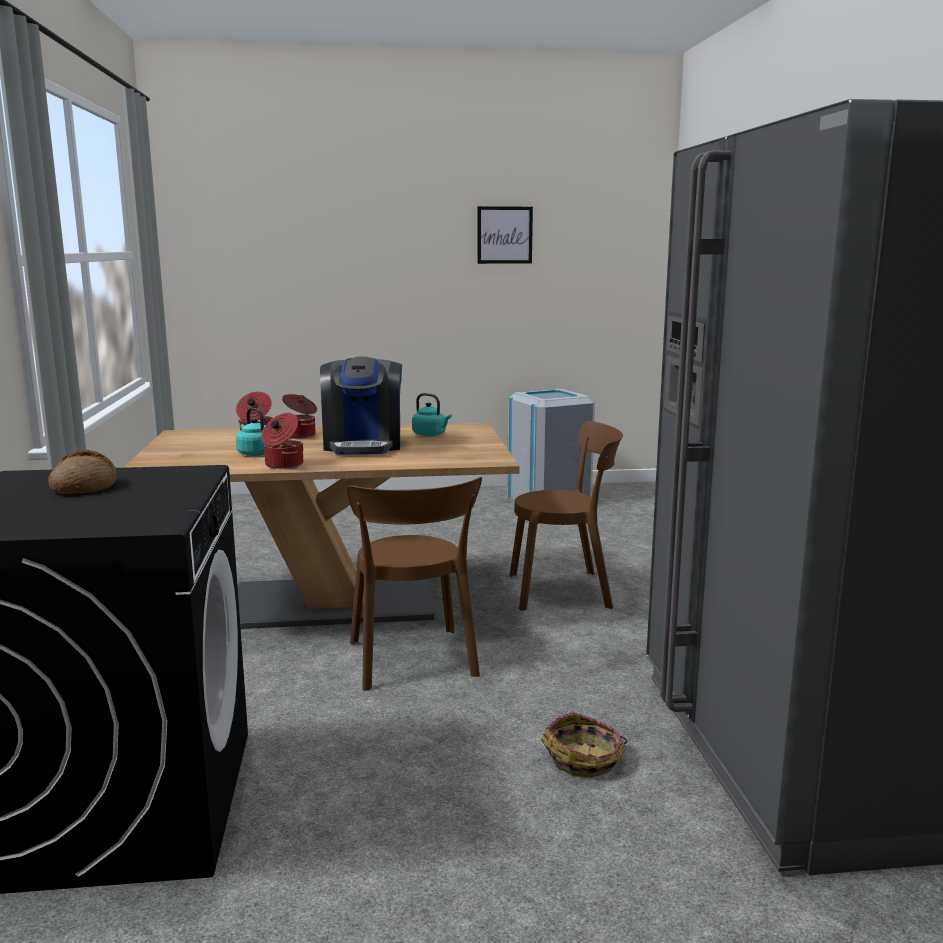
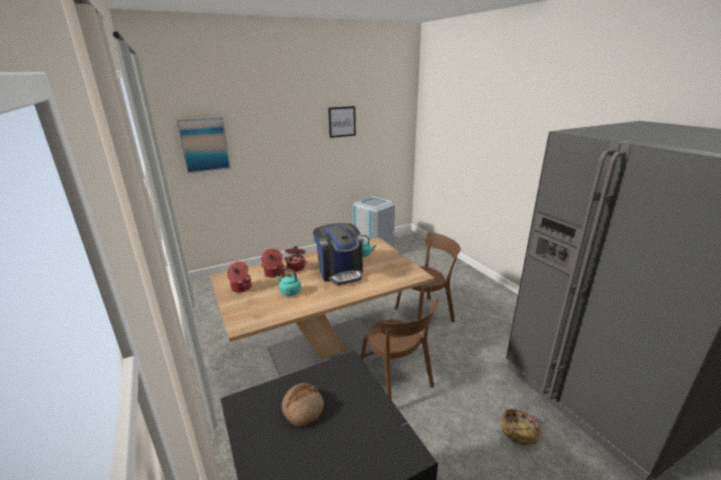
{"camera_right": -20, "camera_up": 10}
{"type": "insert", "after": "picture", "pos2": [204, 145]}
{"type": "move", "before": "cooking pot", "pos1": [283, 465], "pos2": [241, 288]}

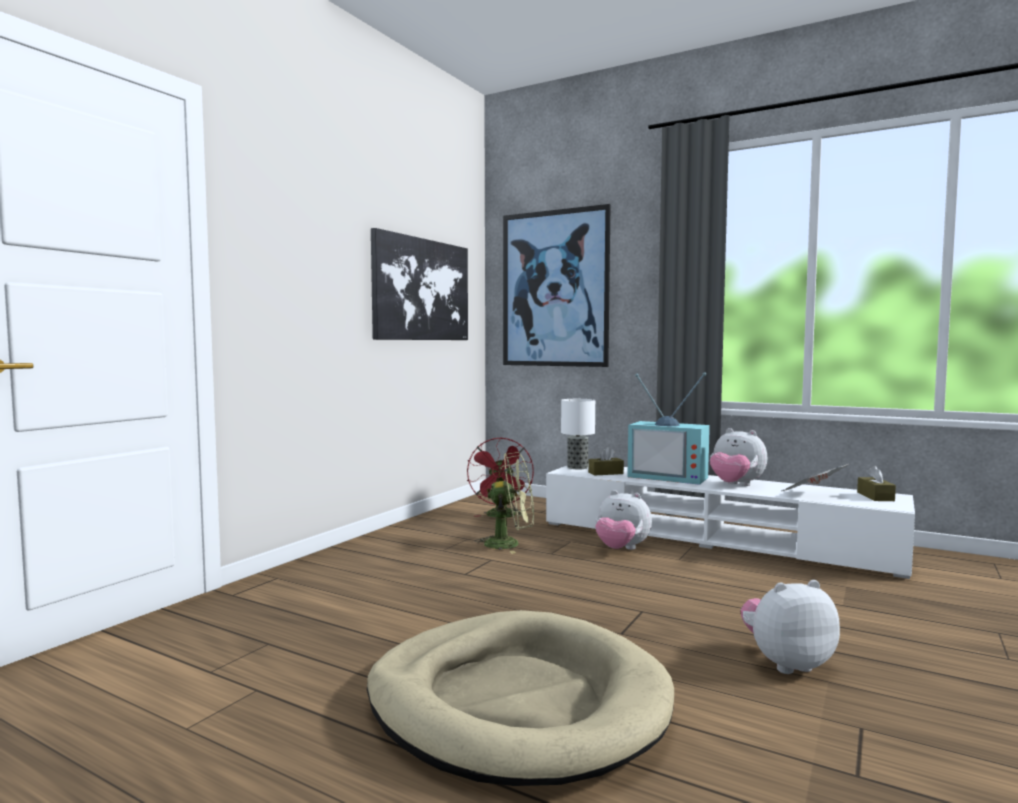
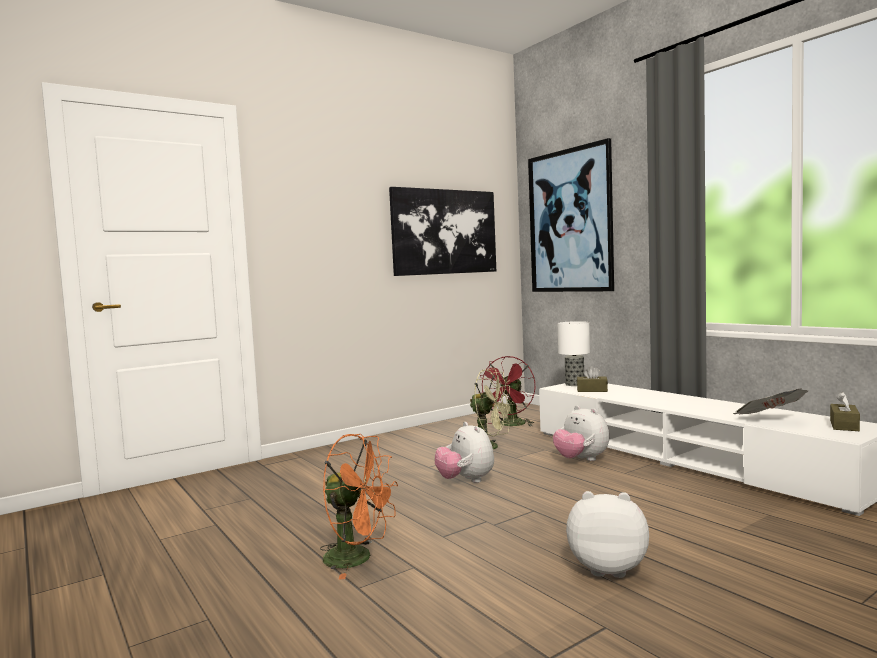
{"camera_right": 25, "camera_up": 0}
{"type": "replace", "before": "beige dog bed", "after": "orange fan", "pos1": [517, 702], "pos2": [358, 558]}
{"type": "move", "before": "plush toy", "pos1": [736, 485], "pos2": [466, 481]}
{"type": "delete", "before": "television", "pos1": [670, 476]}

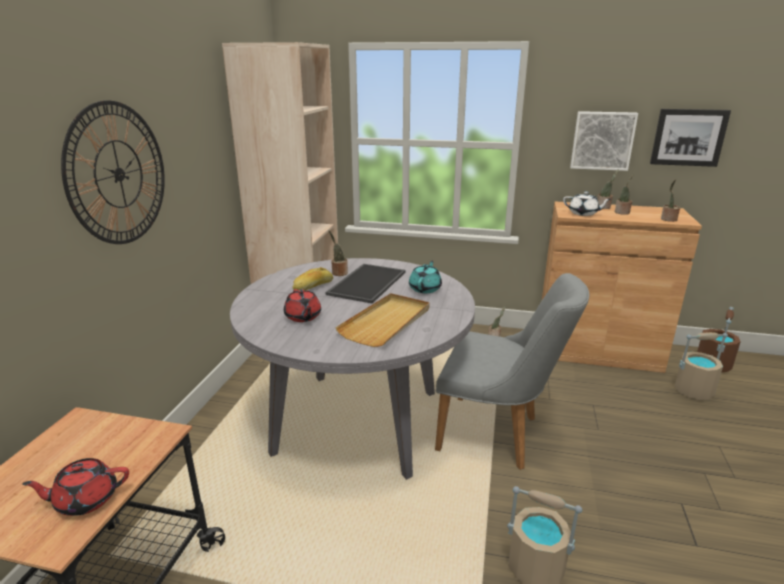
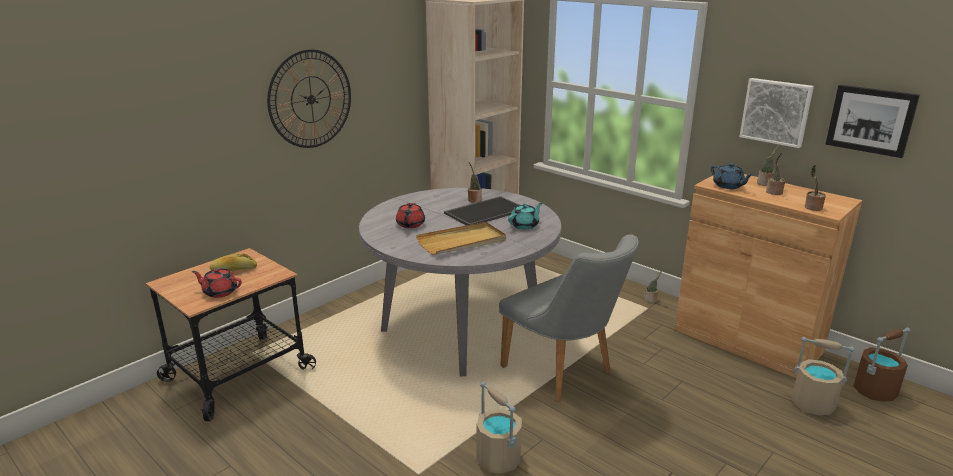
{"camera_right": 30, "camera_up": 0}
{"type": "move", "before": "bread", "pos1": [313, 286], "pos2": [234, 270]}
{"type": "recolor", "before": "white teapot", "after": "blue teapot", "pos1": [583, 213], "pos2": [728, 186]}

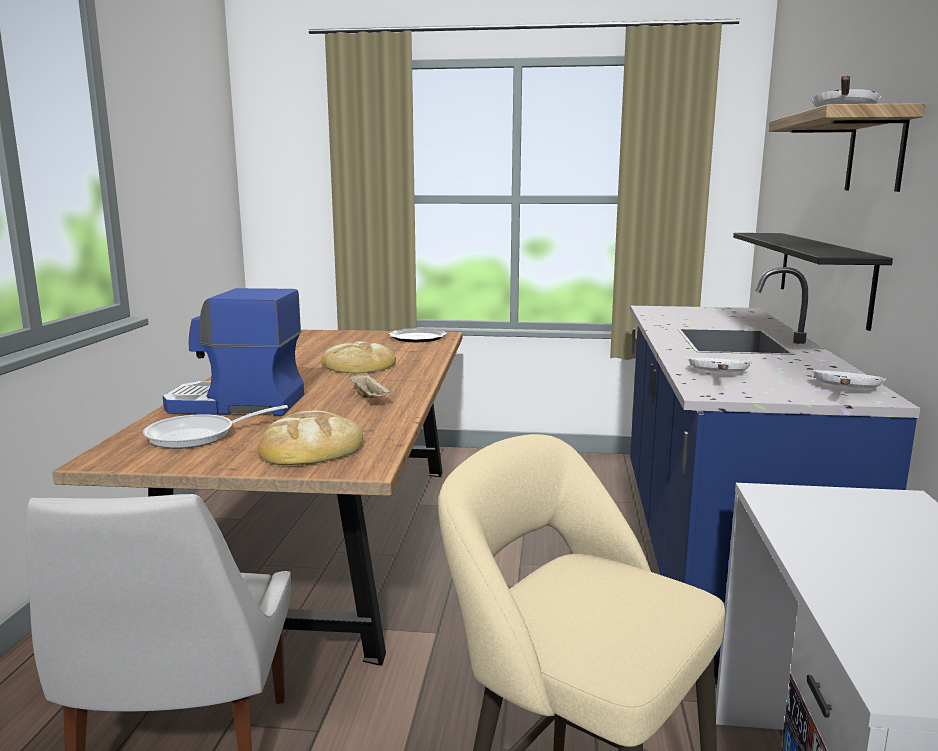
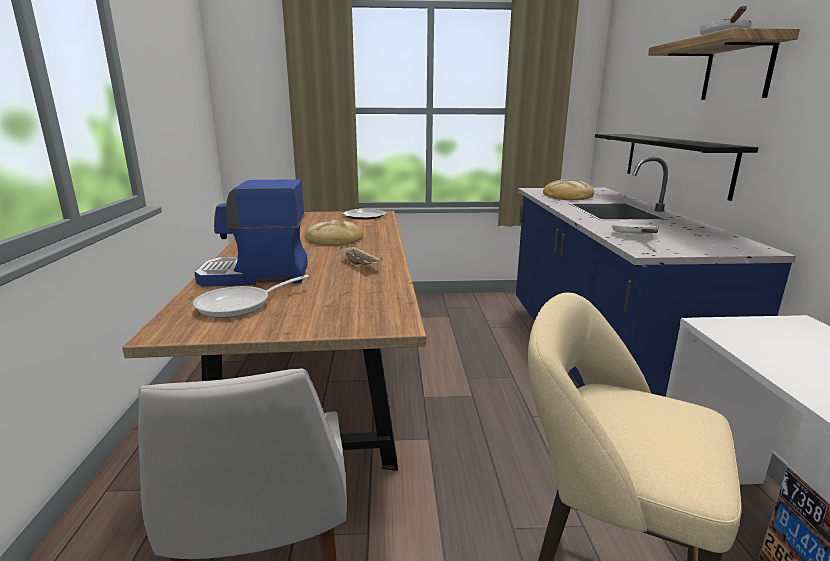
{"camera_right": -10, "camera_up": 5}
{"type": "move", "before": "bread", "pos1": [311, 447], "pos2": [567, 196]}
{"type": "delete", "before": "white frying pan", "pos1": [846, 389]}

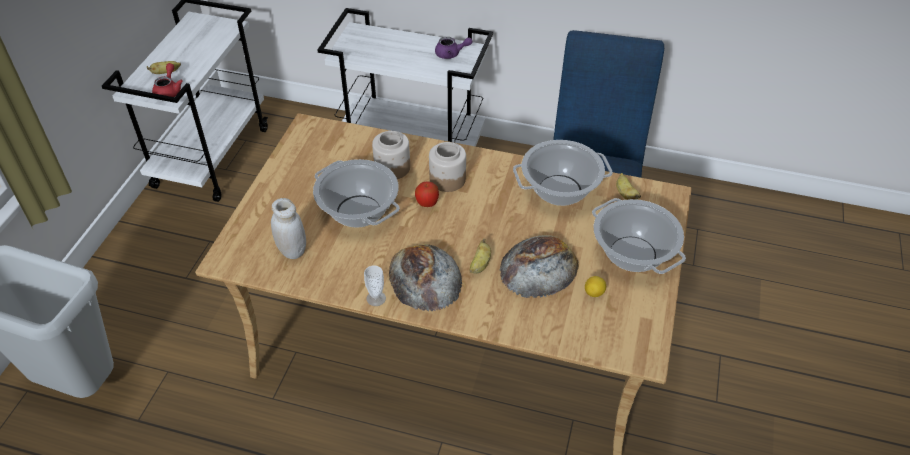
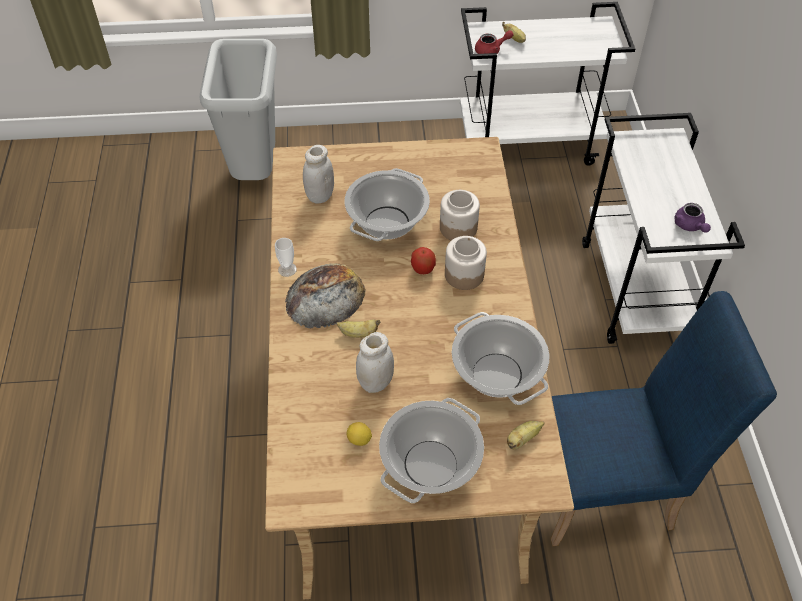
{"camera_right": 70, "camera_up": 5}
{"type": "replace", "before": "bread", "after": "white jar", "pos1": [539, 267], "pos2": [375, 383]}

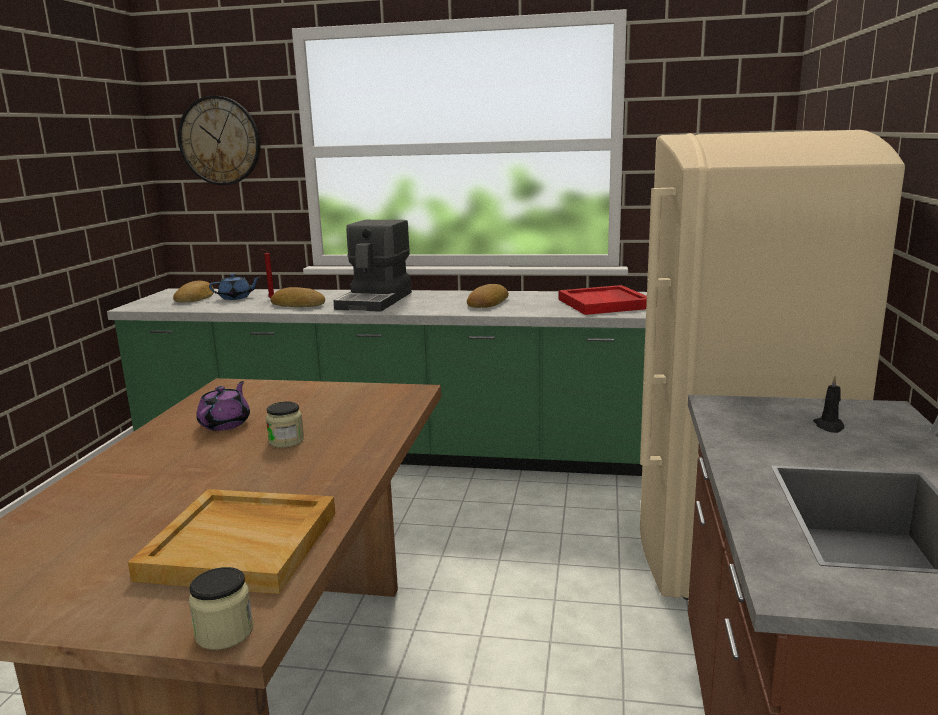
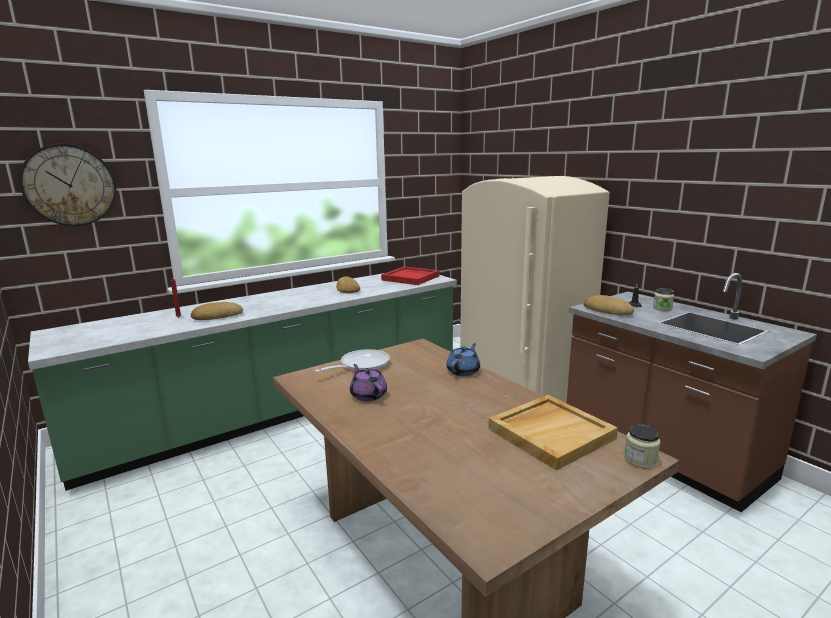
{"camera_right": -45, "camera_up": 0}
{"type": "insert", "after": "frying pan", "pos2": [361, 365]}
{"type": "move", "before": "blue teapot", "pos1": [236, 298], "pos2": [463, 371]}
{"type": "move", "before": "bread", "pos1": [195, 298], "pos2": [608, 310]}
{"type": "move", "before": "jar", "pos1": [286, 441], "pos2": [662, 308]}
{"type": "delete", "before": "coffee machine", "pos1": [376, 300]}

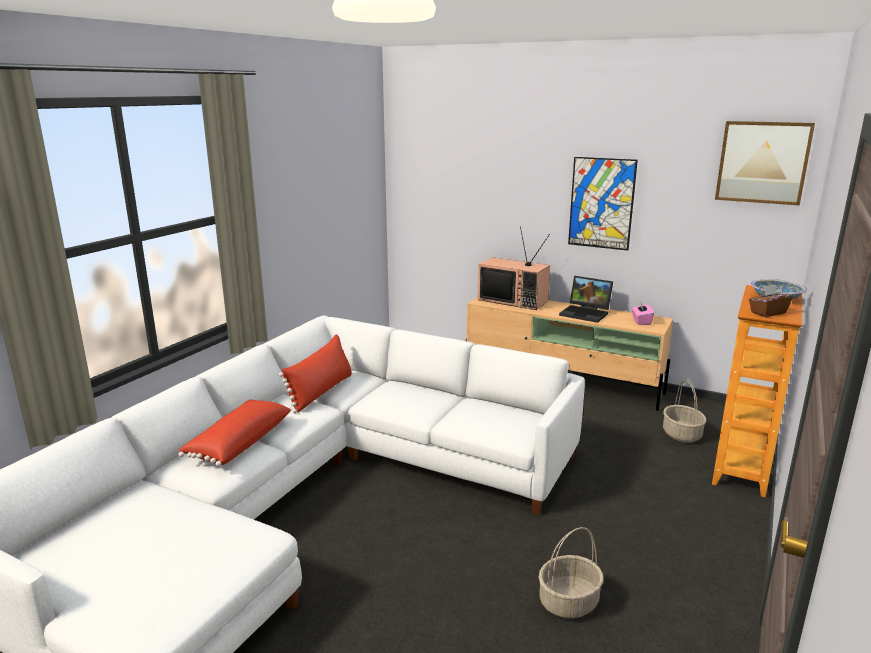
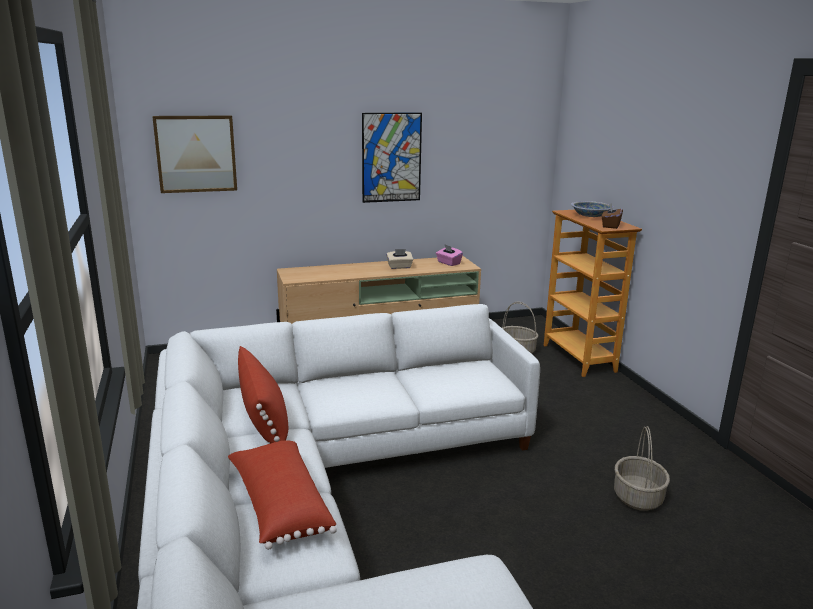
{"camera_right": -45, "camera_up": 0}
{"type": "move", "before": "picture", "pos1": [762, 162], "pos2": [196, 154]}
{"type": "replace", "before": "laptop", "after": "beige tissue box", "pos1": [586, 313], "pos2": [399, 267]}
{"type": "delete", "before": "television", "pos1": [514, 300]}

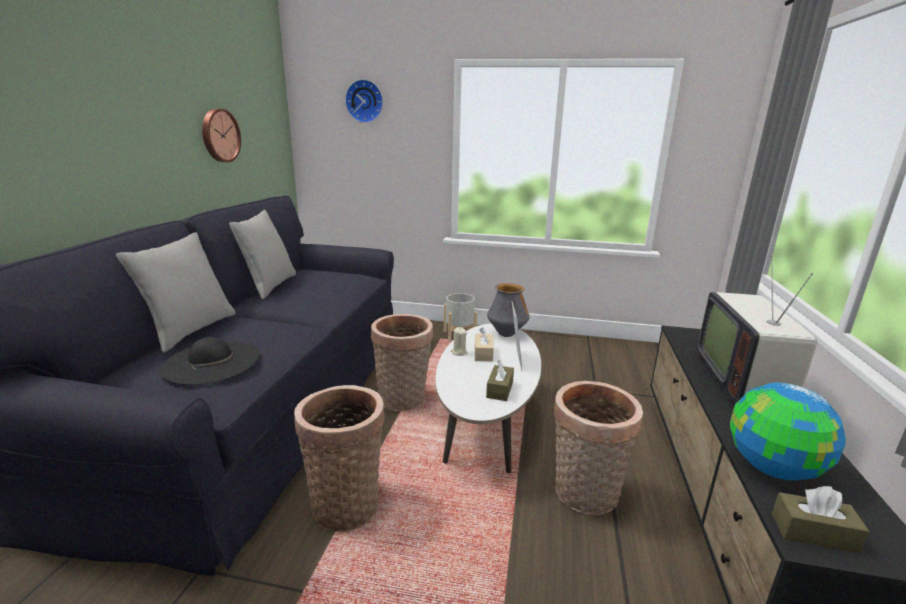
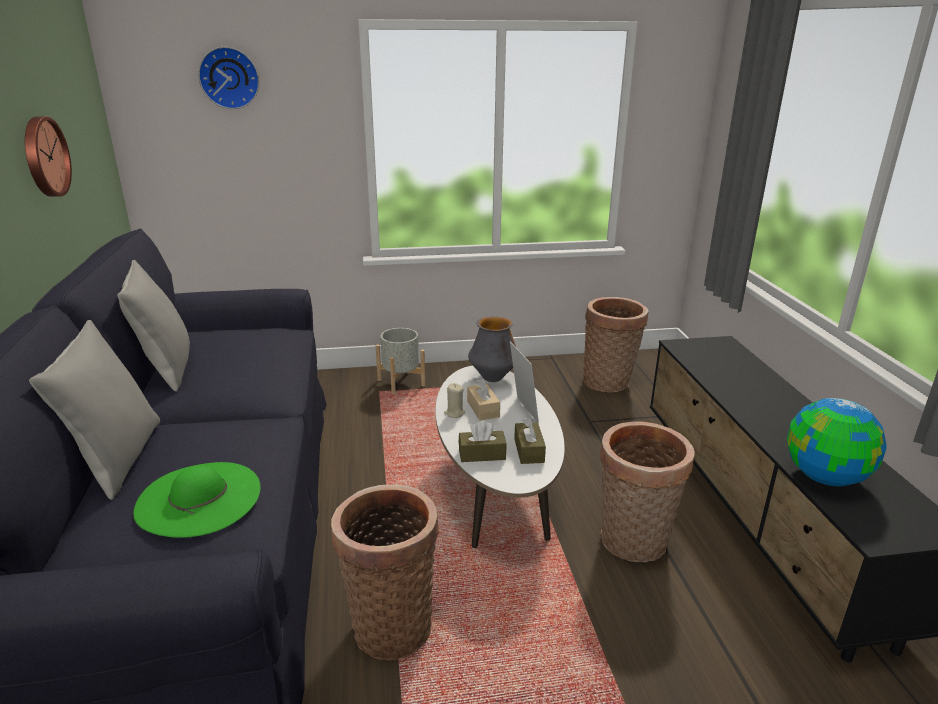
{"camera_right": -20, "camera_up": 5}
{"type": "recolor", "before": "black hat", "after": "green hat", "pos1": [211, 362], "pos2": [199, 498]}
{"type": "move", "before": "brown tissue box", "pos1": [813, 532], "pos2": [482, 454]}
{"type": "move", "before": "basket", "pos1": [403, 400], "pos2": [609, 382]}
{"type": "delete", "before": "television", "pos1": [744, 382]}

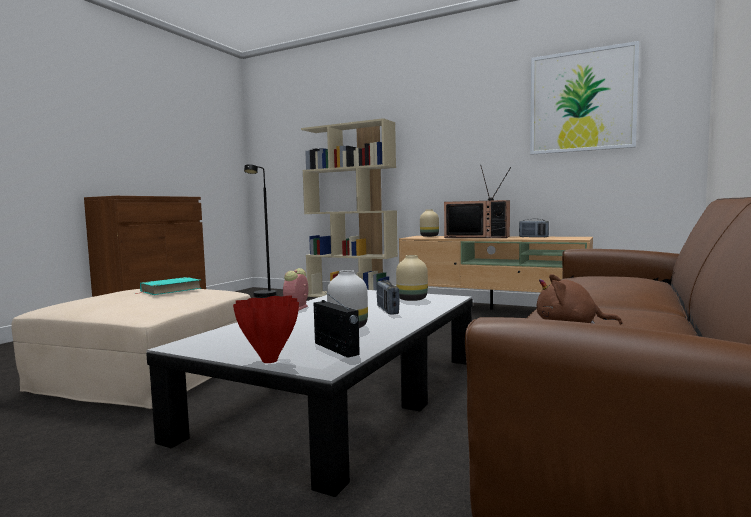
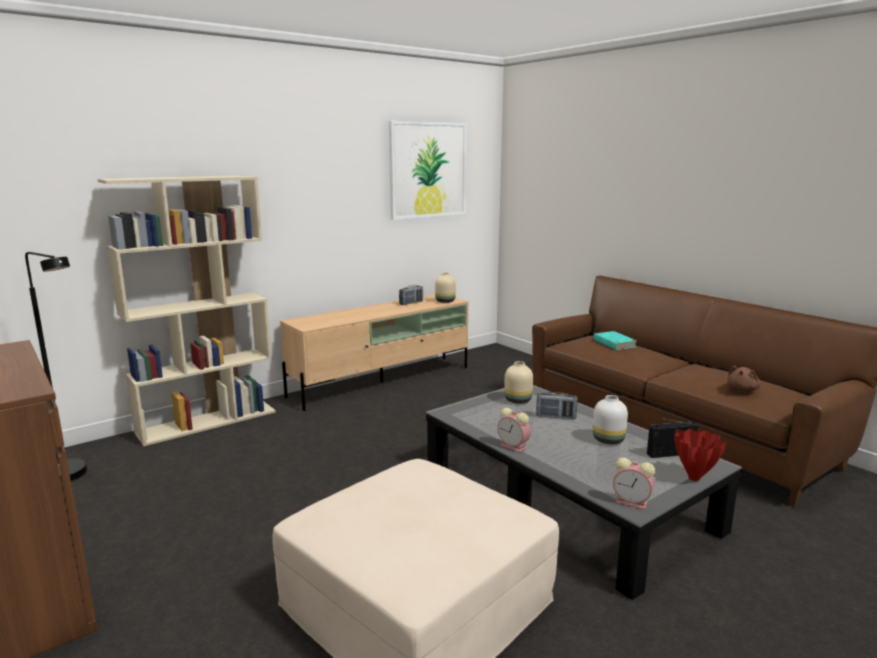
{"camera_right": -65, "camera_up": 10}
{"type": "move", "before": "beige vase", "pos1": [429, 236], "pos2": [444, 301]}
{"type": "move", "before": "turquoise book", "pos1": [170, 290], "pos2": [614, 343]}
{"type": "insert", "after": "alarm clock", "pos2": [633, 502]}
{"type": "delete", "before": "television", "pos1": [478, 237]}

